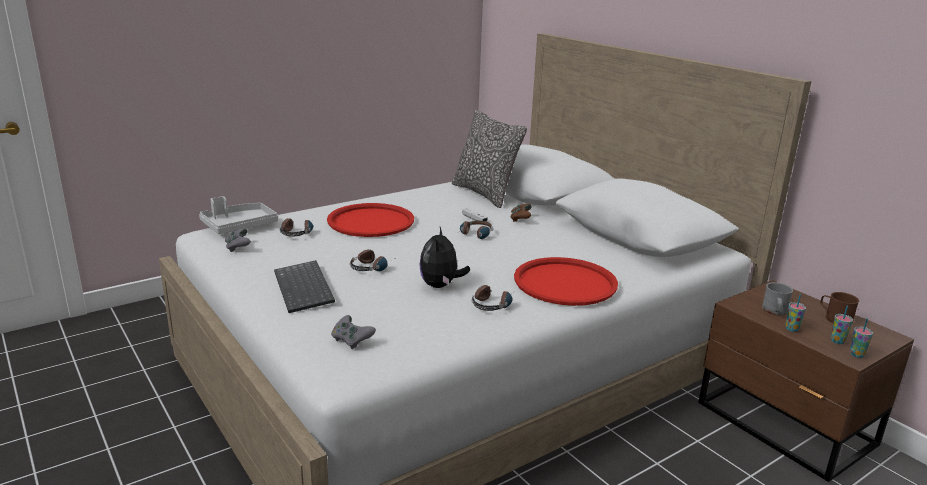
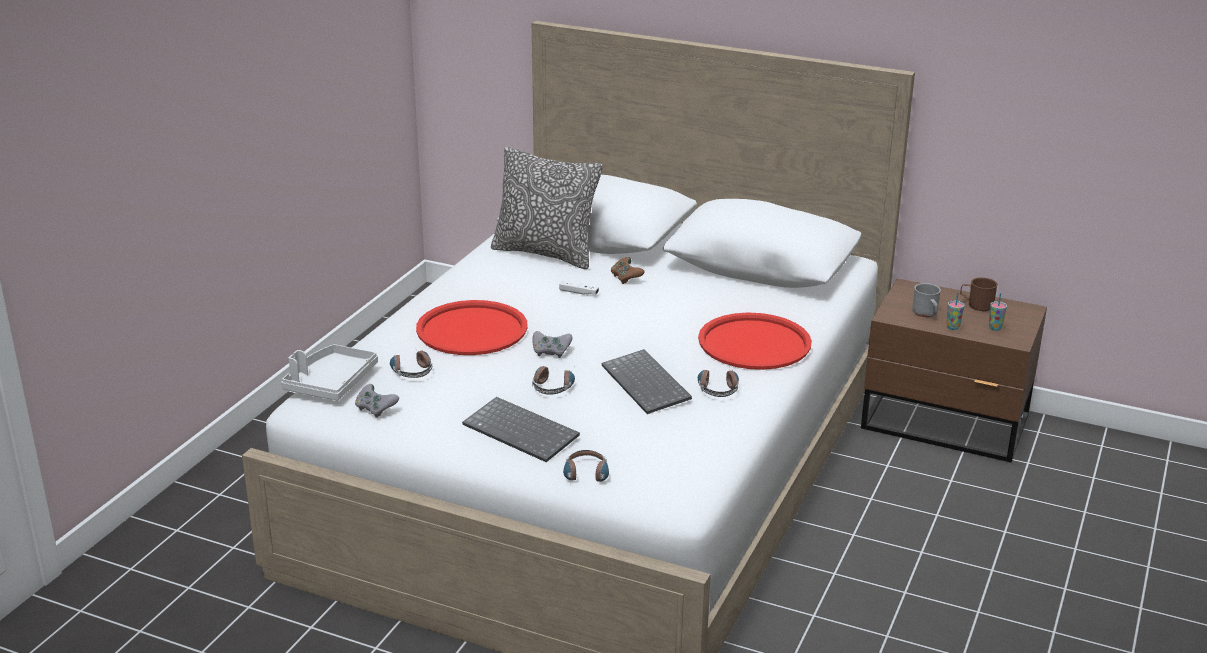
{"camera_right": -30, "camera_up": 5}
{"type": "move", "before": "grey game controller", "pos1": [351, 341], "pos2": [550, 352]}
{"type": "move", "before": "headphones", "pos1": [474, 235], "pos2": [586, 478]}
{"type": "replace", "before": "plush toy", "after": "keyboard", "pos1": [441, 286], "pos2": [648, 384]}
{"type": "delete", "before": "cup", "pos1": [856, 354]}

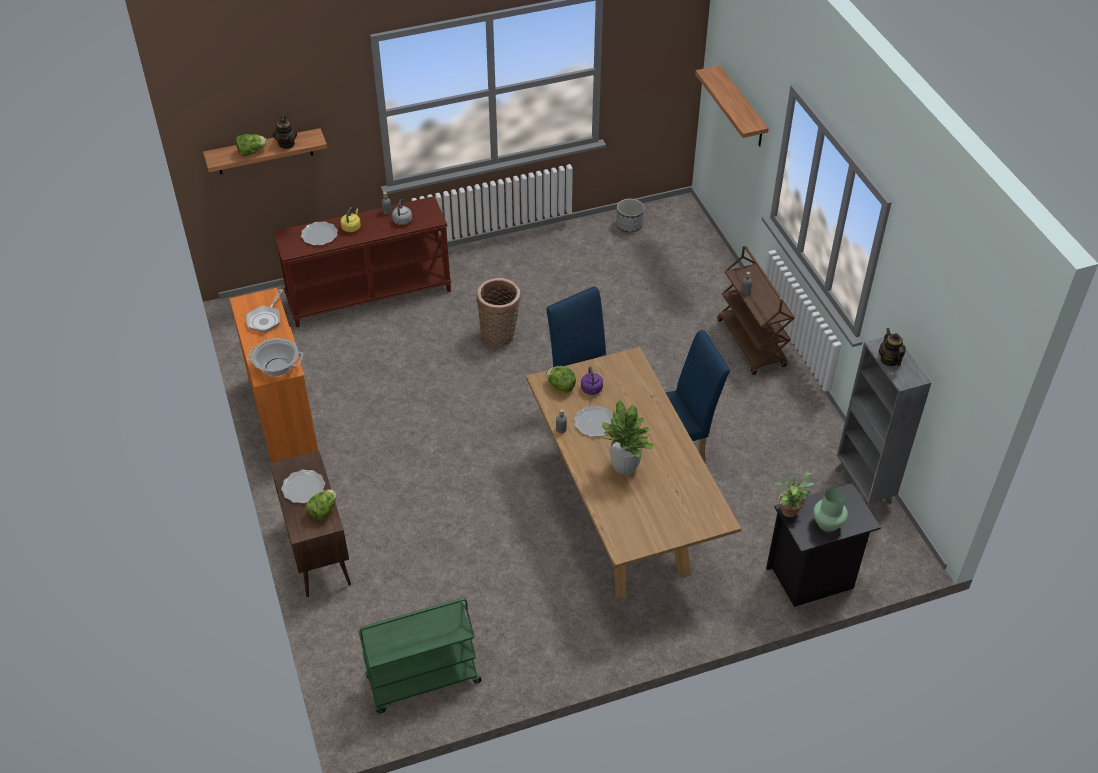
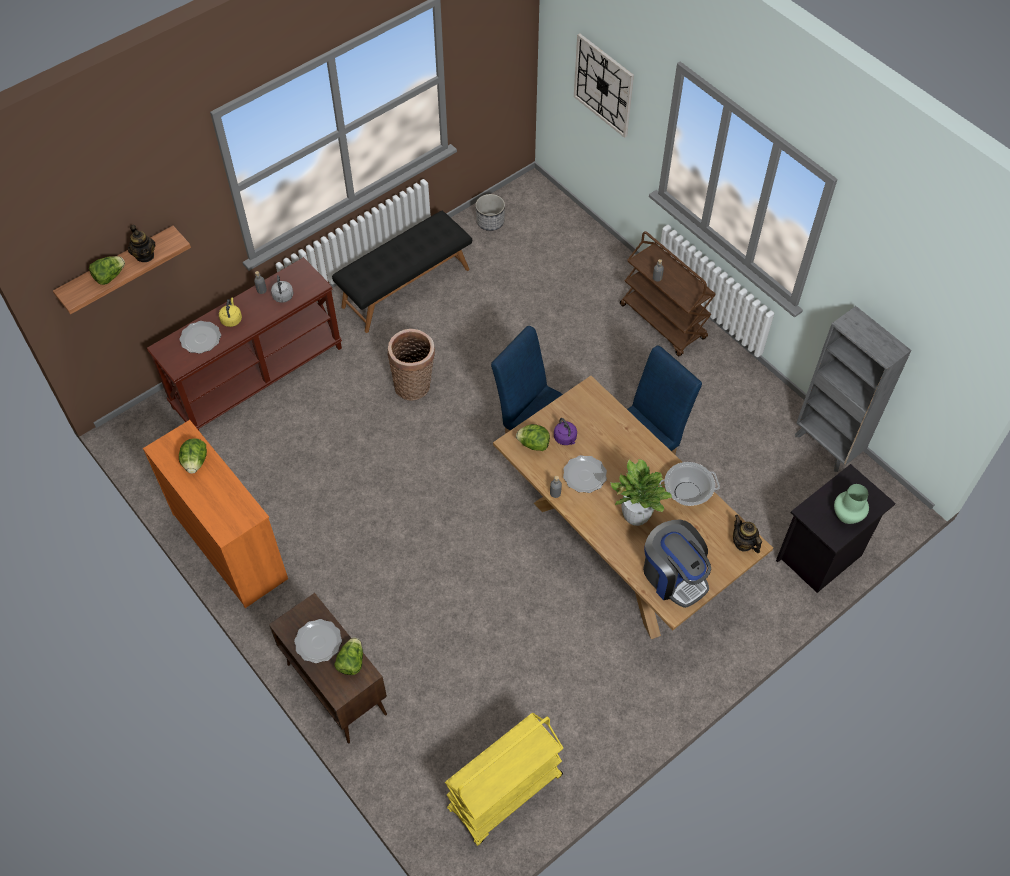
{"camera_right": -20, "camera_up": 10}
{"type": "replace", "before": "frying pan", "after": "lettuce", "pos1": [265, 319], "pos2": [195, 462]}
{"type": "insert", "after": "black bench", "pos2": [405, 287]}
{"type": "recolor", "before": "green cart", "after": "yellow cart", "pos1": [422, 681], "pos2": [505, 794]}
{"type": "replace", "before": "shelf", "after": "wall clock", "pos1": [742, 108], "pos2": [603, 85]}
{"type": "insert", "after": "coffee machine", "pos2": [673, 575]}
{"type": "move", "before": "cooking pot", "pos1": [277, 367], "pos2": [687, 493]}
{"type": "move", "before": "teapot", "pos1": [889, 360], "pos2": [743, 543]}
{"type": "delete", "before": "potted plant", "pos1": [789, 509]}

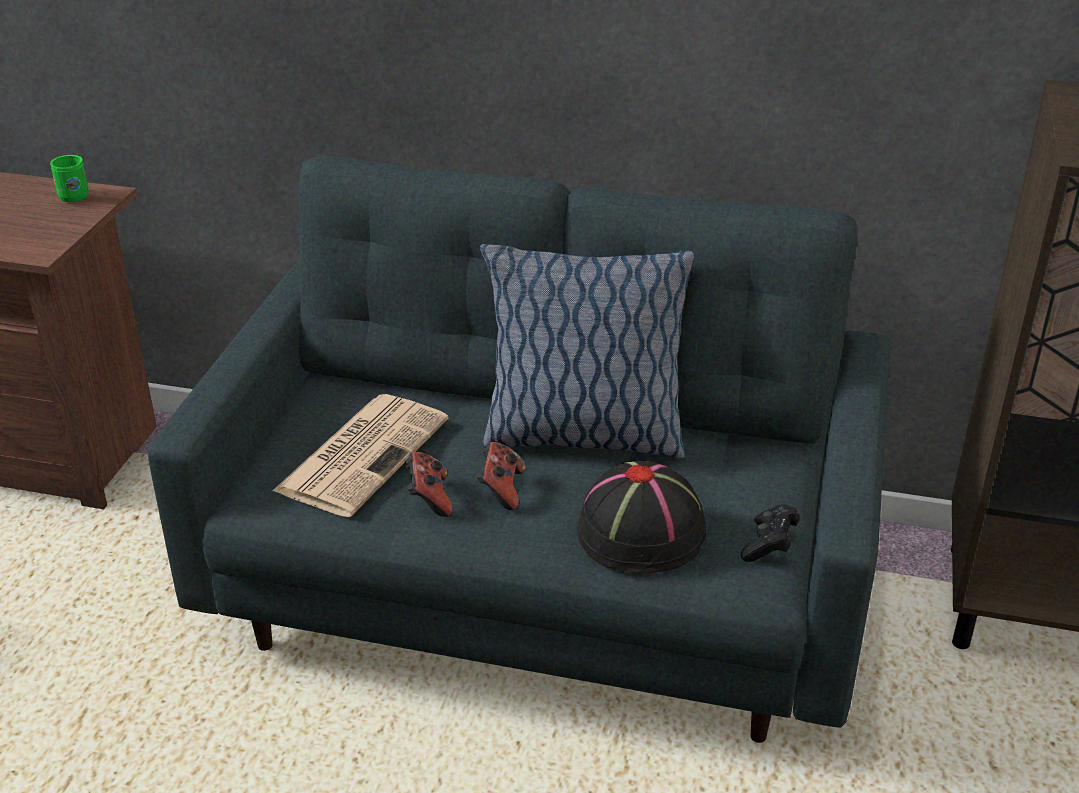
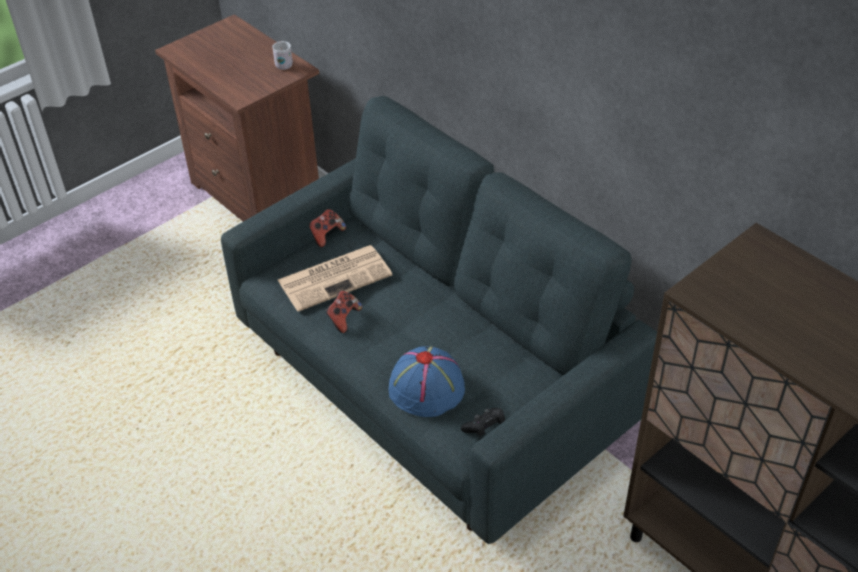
{"camera_right": 35, "camera_up": 10}
{"type": "recolor", "before": "green mug", "after": "white mug", "pos1": [72, 196], "pos2": [284, 64]}
{"type": "move", "before": "game controller", "pos1": [501, 490], "pos2": [326, 235]}
{"type": "recolor", "before": "black hat", "after": "blue hat", "pos1": [642, 532], "pos2": [427, 388]}
{"type": "delete", "before": "pillow", "pos1": [581, 435]}

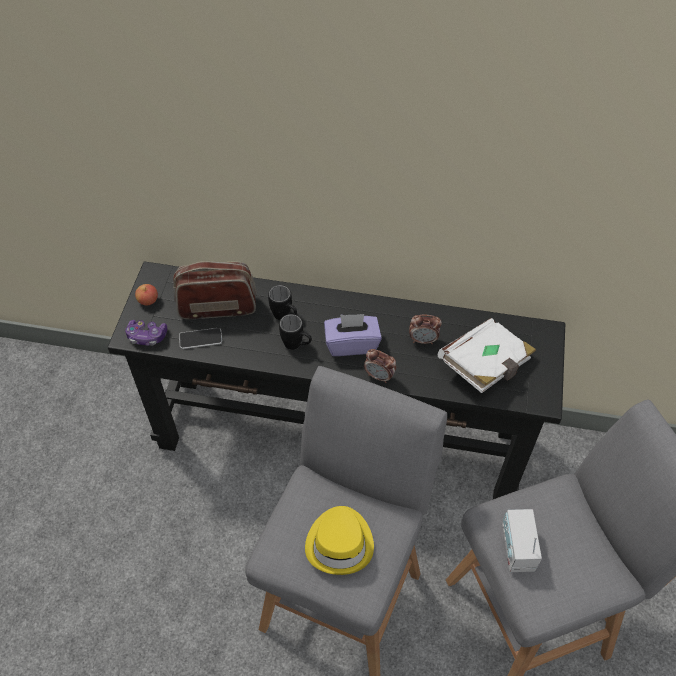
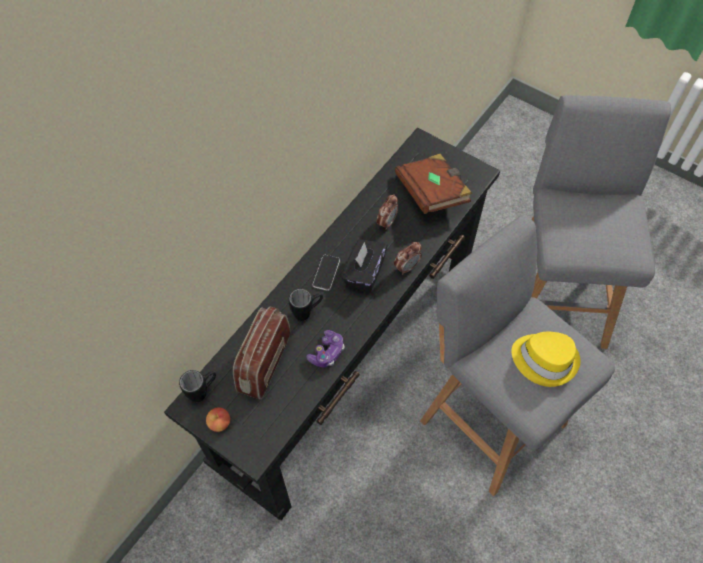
{"camera_right": -65, "camera_up": 5}
{"type": "move", "before": "black mug", "pos1": [297, 345], "pos2": [203, 391]}
{"type": "move", "before": "game controller", "pos1": [147, 336], "pos2": [327, 352]}
{"type": "move", "before": "phone", "pos1": [200, 339], "pos2": [326, 273]}
{"type": "recolor", "before": "purple tissue box", "after": "black tissue box", "pos1": [351, 344], "pos2": [364, 273]}
{"type": "recolor", "before": "white book", "after": "brown book", "pos1": [485, 365], "pos2": [432, 193]}
{"type": "delete", "before": "radio", "pos1": [517, 548]}

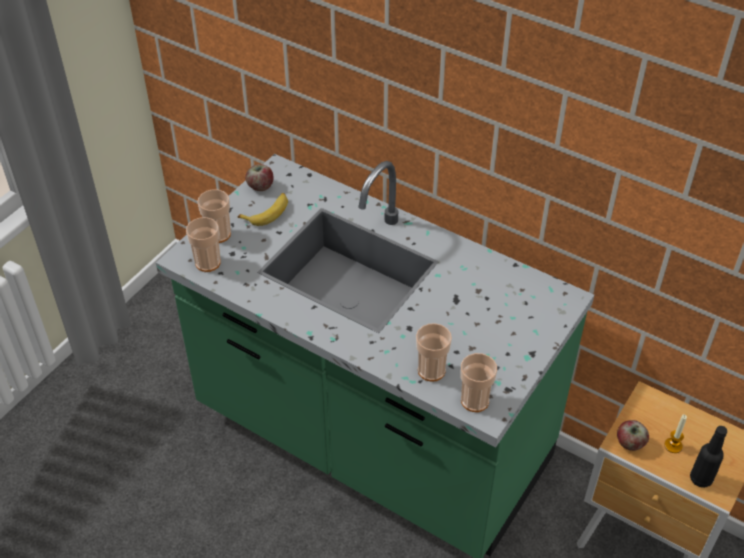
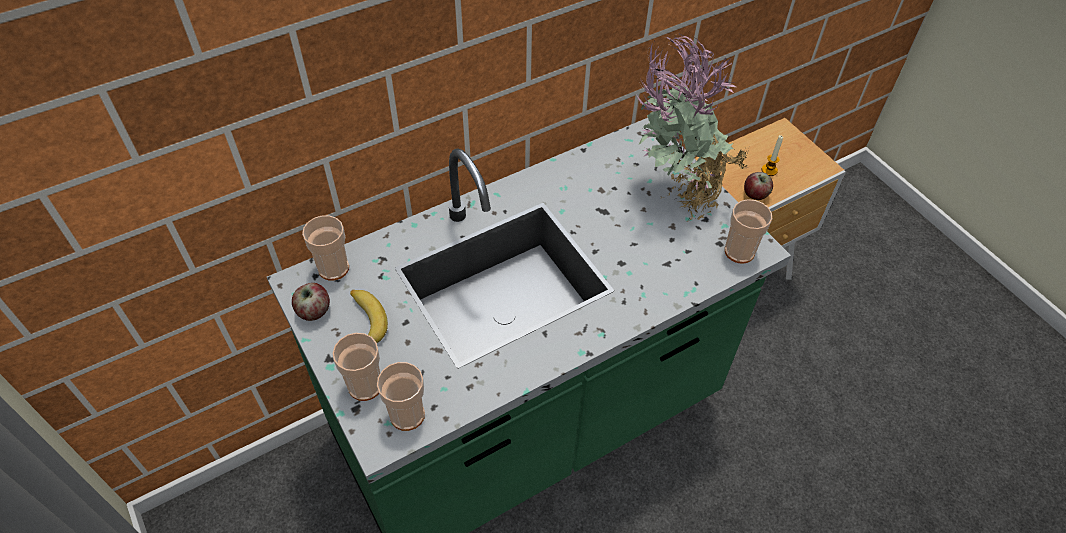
{"camera_right": -65, "camera_up": 5}
{"type": "move", "before": "cup", "pos1": [431, 370], "pos2": [333, 268]}
{"type": "insert", "after": "potted plant", "pos2": [674, 196]}
{"type": "delete", "before": "black bottle", "pos1": [700, 479]}

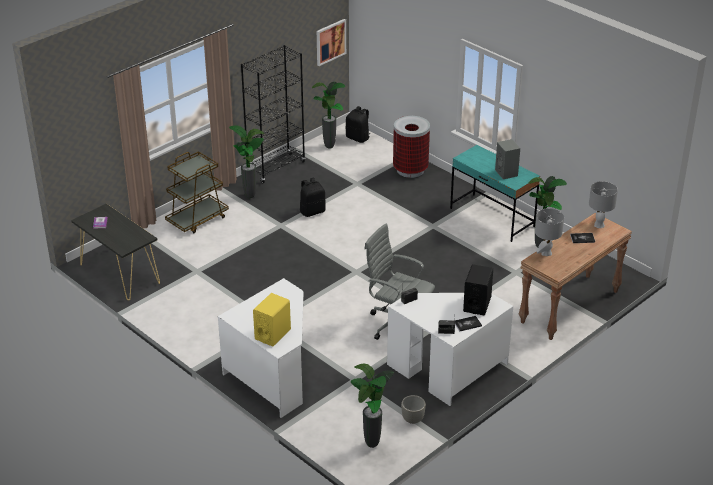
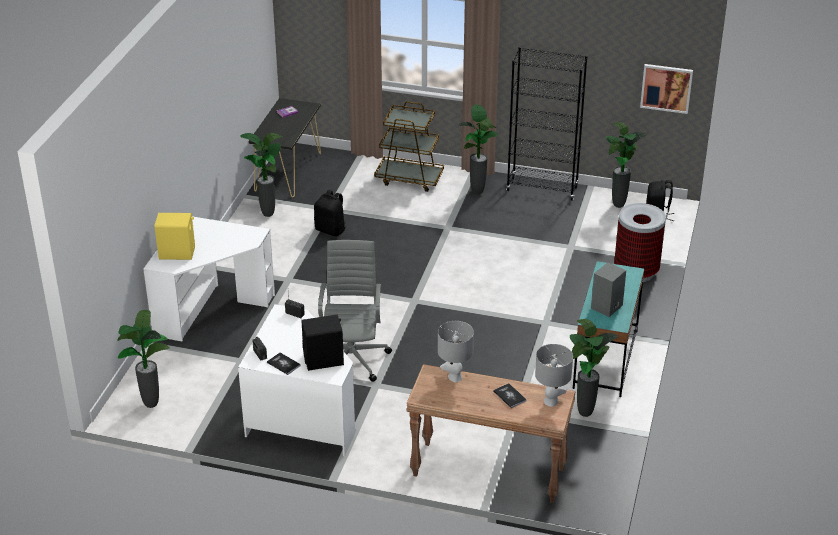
{"camera_right": 60, "camera_up": 0}
{"type": "insert", "after": "potted plant", "pos2": [267, 214]}
{"type": "move", "before": "black backpack", "pos1": [312, 211], "pos2": [331, 230]}
{"type": "delete", "before": "grey planter", "pos1": [412, 419]}

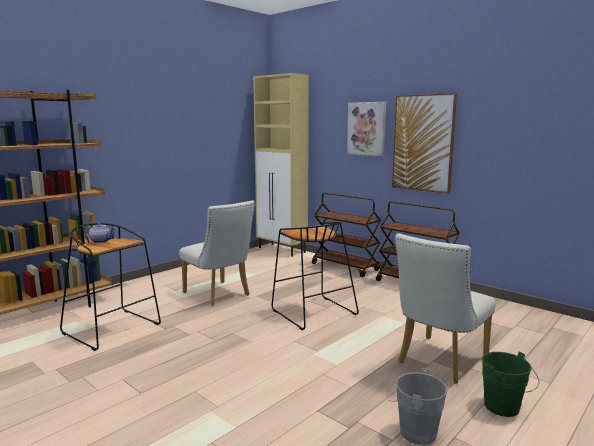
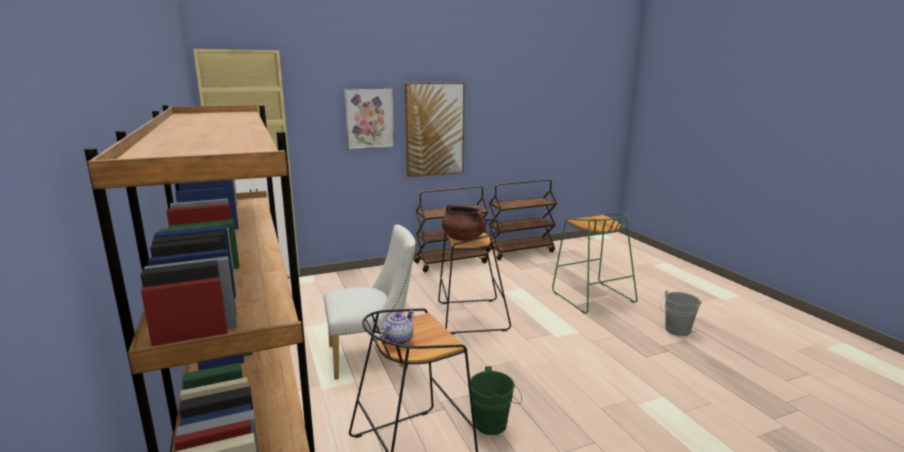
{"camera_right": -65, "camera_up": 5}
{"type": "insert", "after": "brown cooking pot", "pos2": [463, 238]}
{"type": "move", "before": "green bucket", "pos1": [505, 409], "pos2": [494, 424]}
{"type": "move", "before": "brown cart", "pos1": [345, 267], "pos2": [520, 251]}
{"type": "replace", "before": "white chair", "after": "green stool", "pos1": [438, 362], "pos2": [591, 297]}

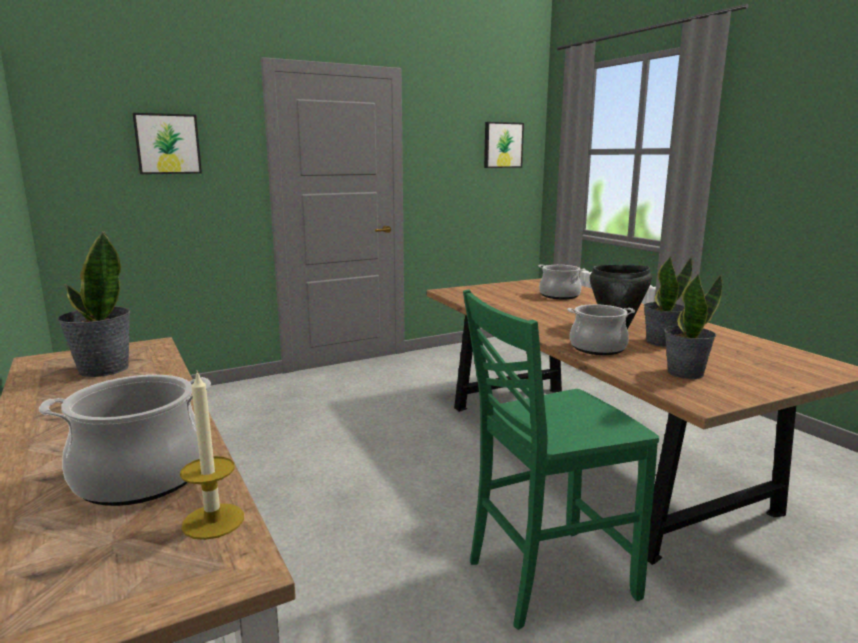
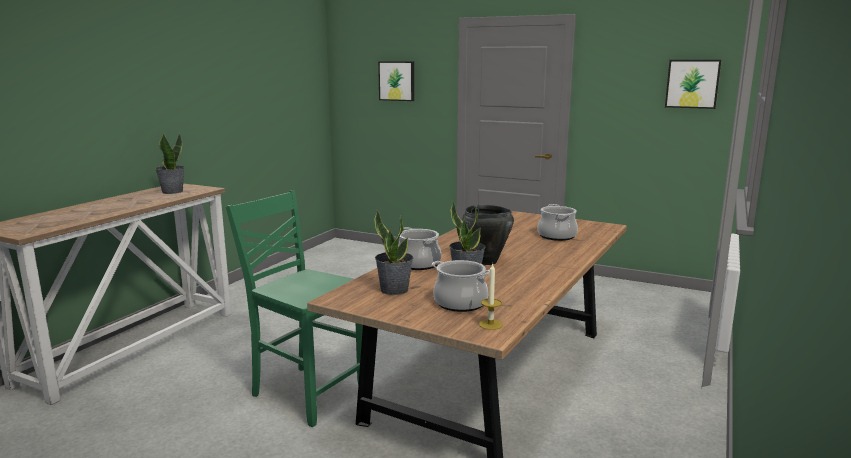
{"camera_right": 55, "camera_up": 0}
{"type": "move", "before": "cooking pot", "pos1": [141, 477], "pos2": [460, 303]}
{"type": "move", "before": "candle", "pos1": [213, 521], "pos2": [490, 324]}

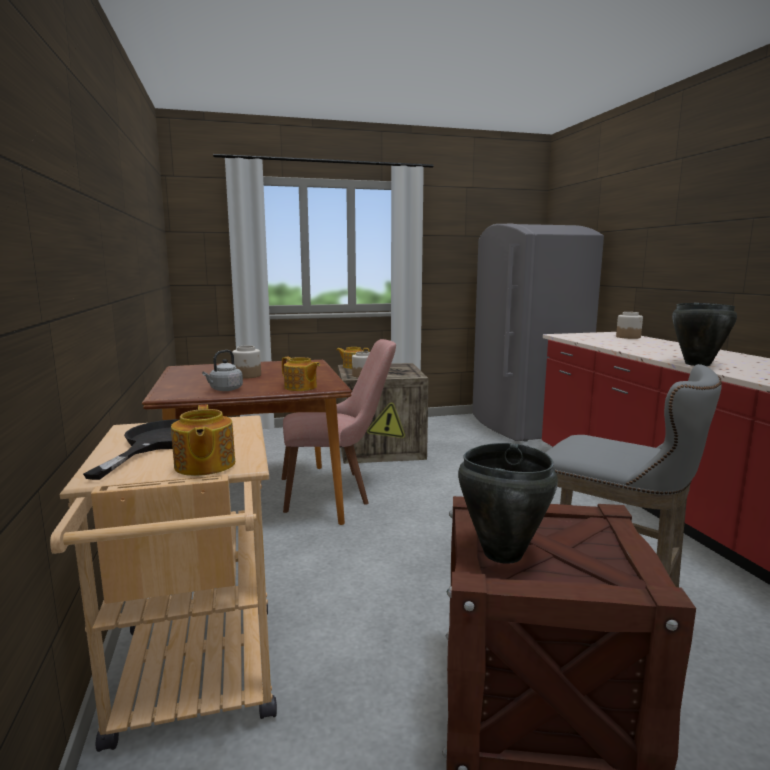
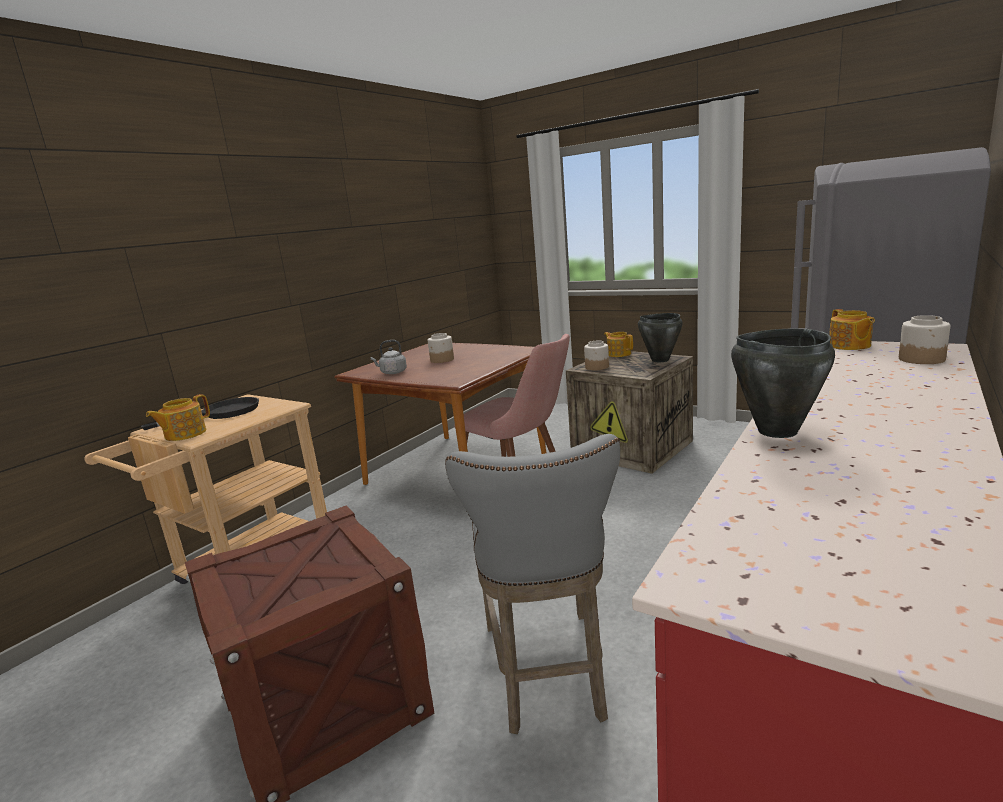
{"camera_right": 50, "camera_up": 5}
{"type": "move", "before": "black cooking pot", "pos1": [502, 553], "pos2": [659, 360]}
{"type": "move", "before": "teapot", "pos1": [301, 387], "pos2": [849, 346]}

